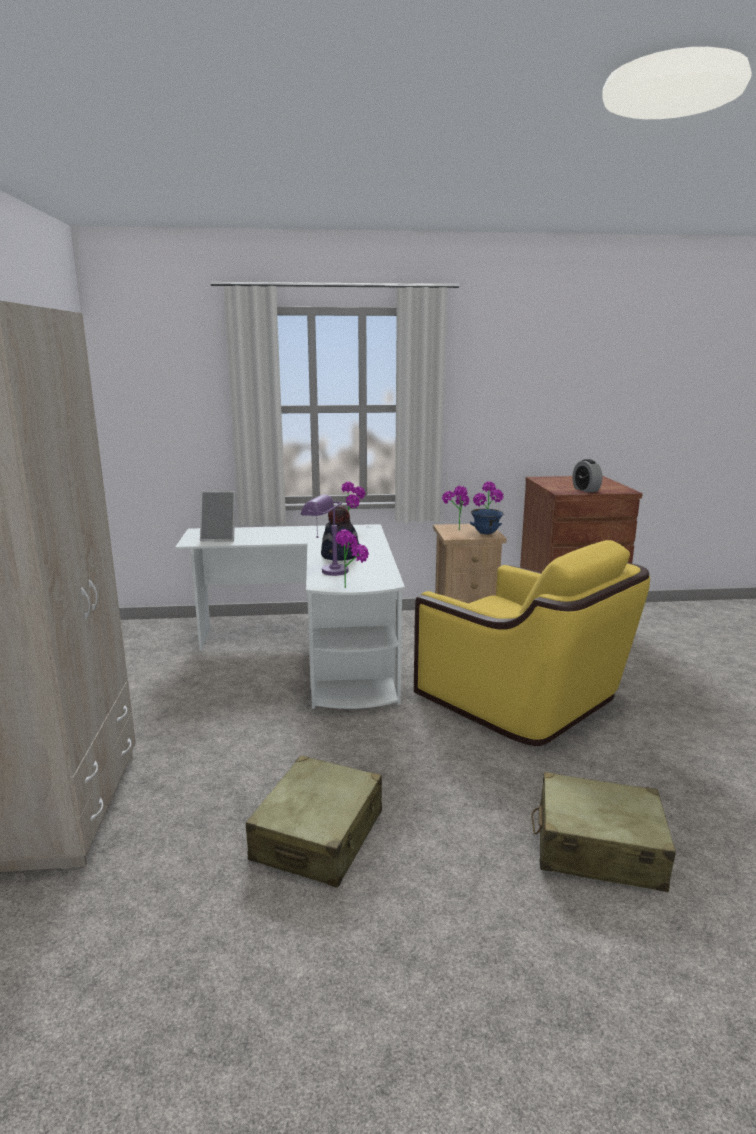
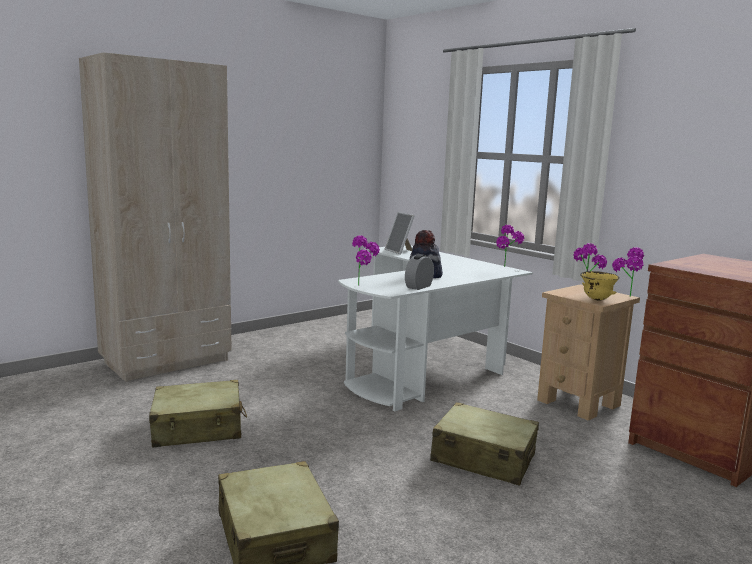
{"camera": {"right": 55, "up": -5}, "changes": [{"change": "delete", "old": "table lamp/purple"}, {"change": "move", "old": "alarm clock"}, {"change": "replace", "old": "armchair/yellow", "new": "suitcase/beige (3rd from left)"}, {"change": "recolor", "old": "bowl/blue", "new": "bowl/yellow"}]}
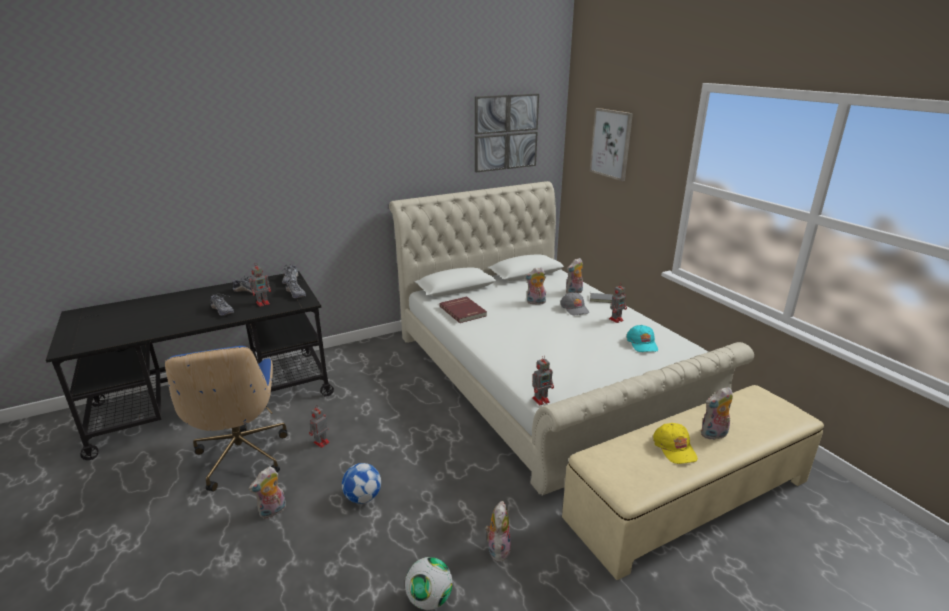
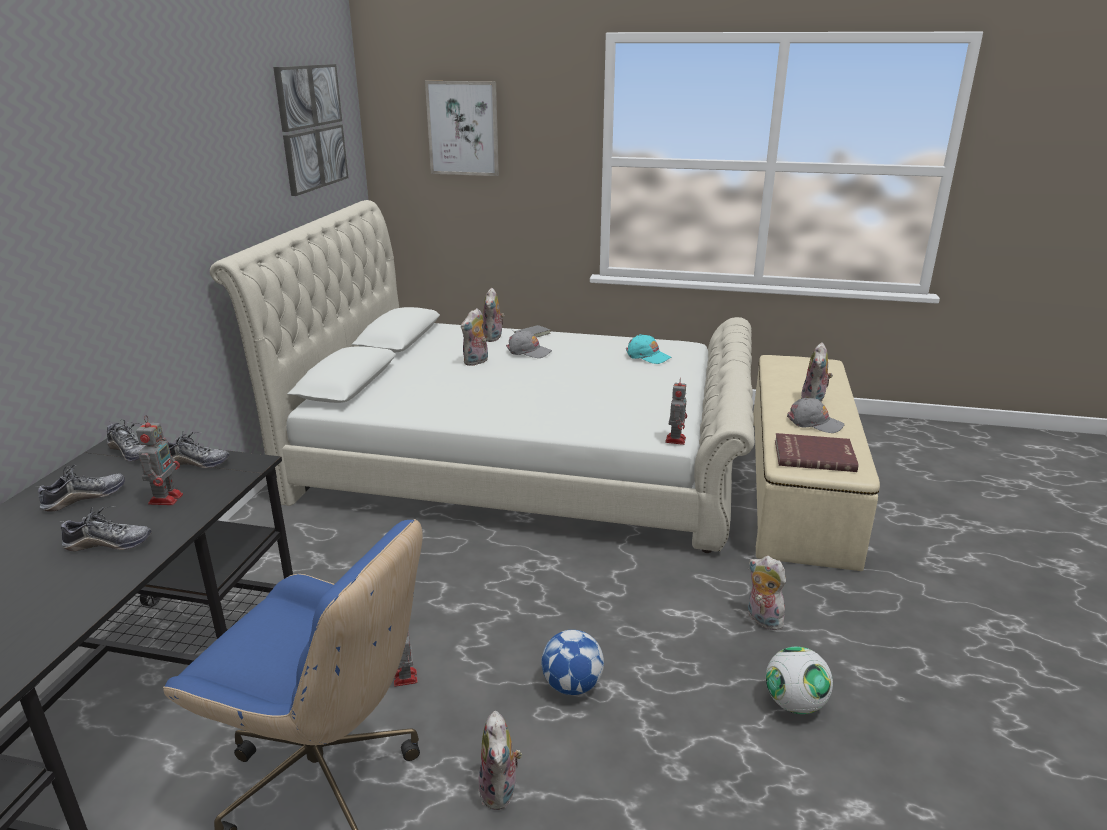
{"camera": {"right": -50, "up": 0}, "changes": [{"change": "delete", "old": "toy robot (4th from left)"}, {"change": "move", "old": "book/red"}, {"change": "recolor", "old": "cap/yellow", "new": "cap/grey (2nd from left)"}]}
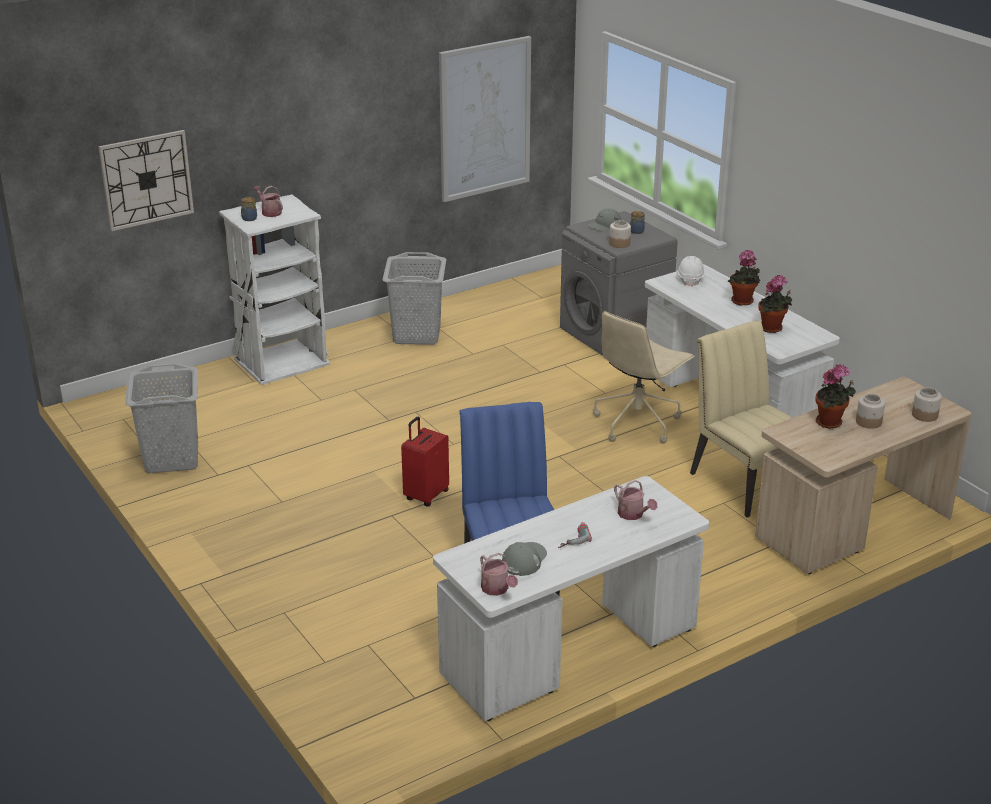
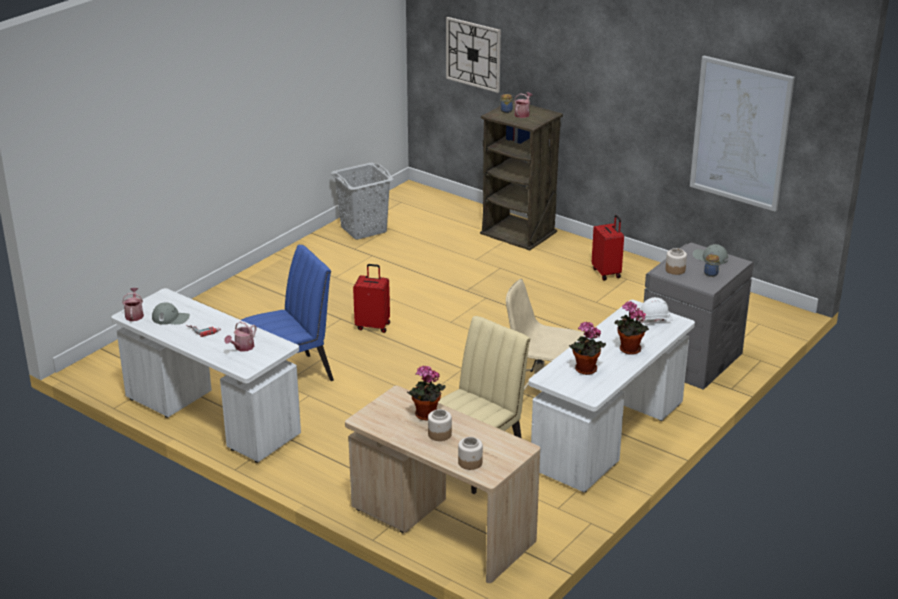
{"camera": {"right": 70, "up": 0}, "changes": [{"change": "replace", "old": "laundry basket/grey (2nd from left)", "new": "suitcase/red (2nd from left)"}, {"change": "recolor", "old": "bookcase/white", "new": "bookcase/brown"}, {"change": "rotate", "old": "watering can (2nd from left in the first image)", "degrees": 135}]}
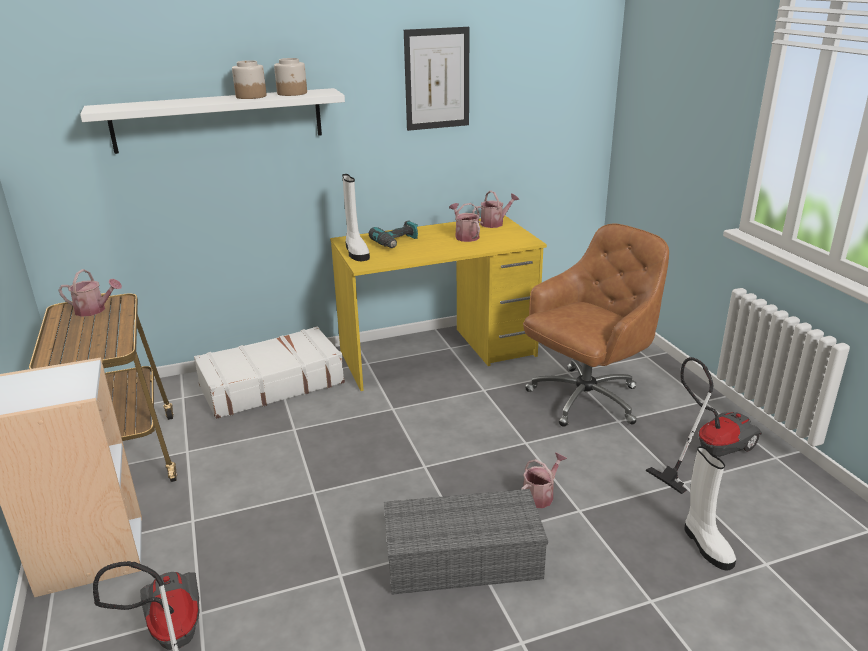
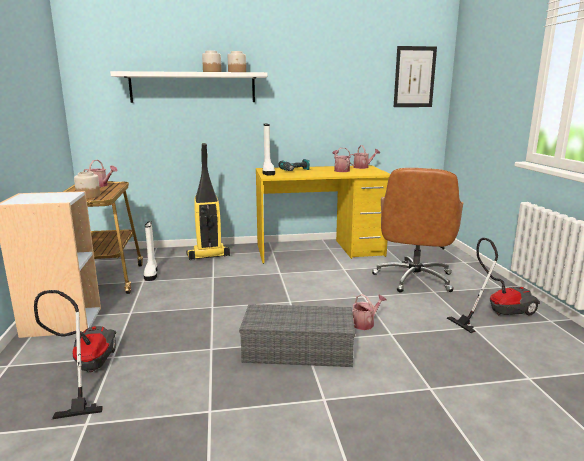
{"camera": {"right": 10, "up": -10}, "changes": [{"change": "insert", "new": "jar (1st from left)"}, {"change": "move", "old": "picture"}, {"change": "move", "old": "boot/white (2nd from left in the first image)", "new": "boot/white (1st from left)"}, {"change": "replace", "old": "suitcase/white", "new": "vacuum cleaner (2nd from left)"}, {"change": "rotate", "old": "office chair/brown", "degrees": 135}]}
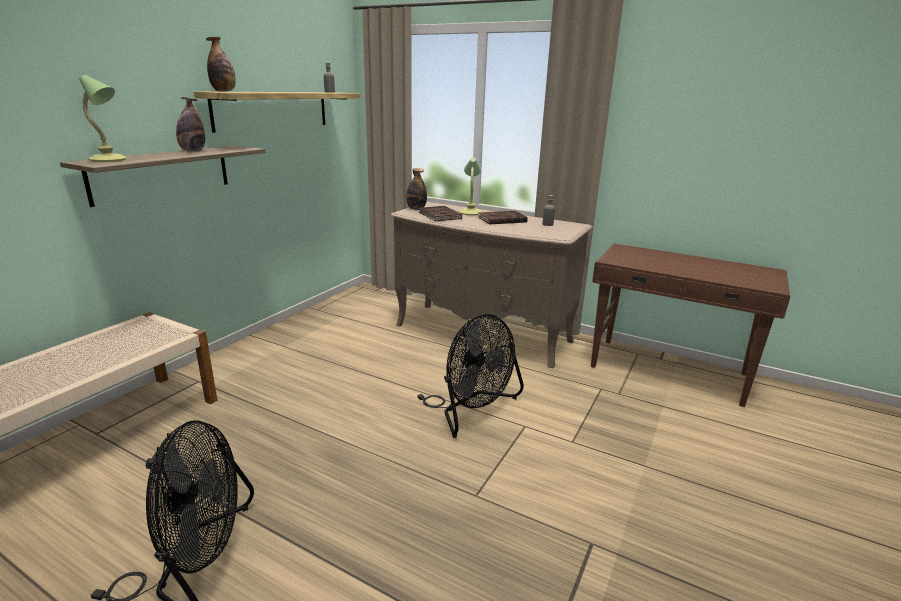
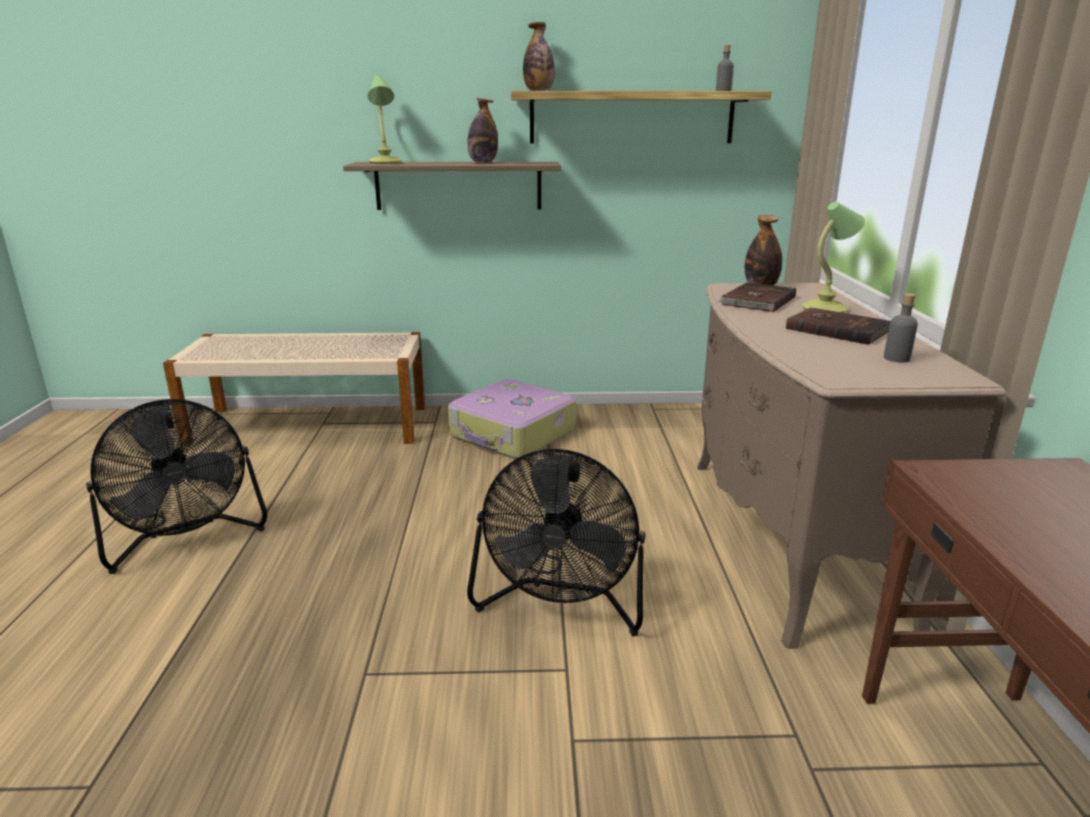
{"camera": {"right": 60, "up": 0}, "changes": [{"change": "insert", "new": "suitcase"}]}
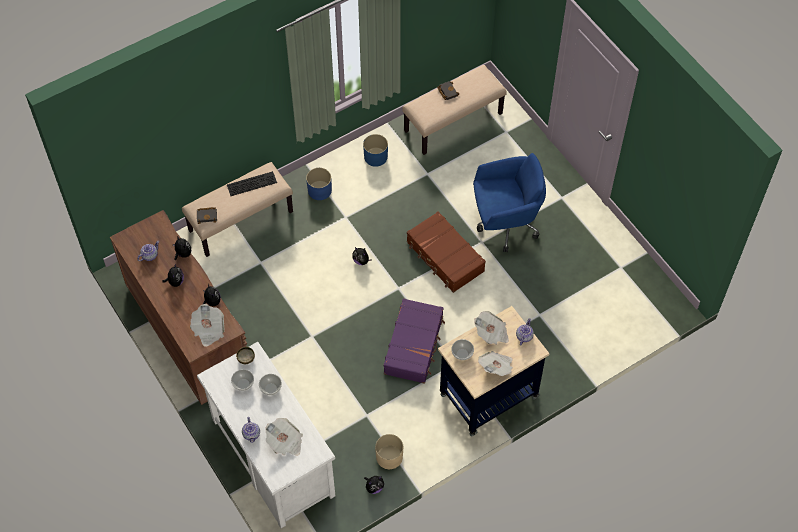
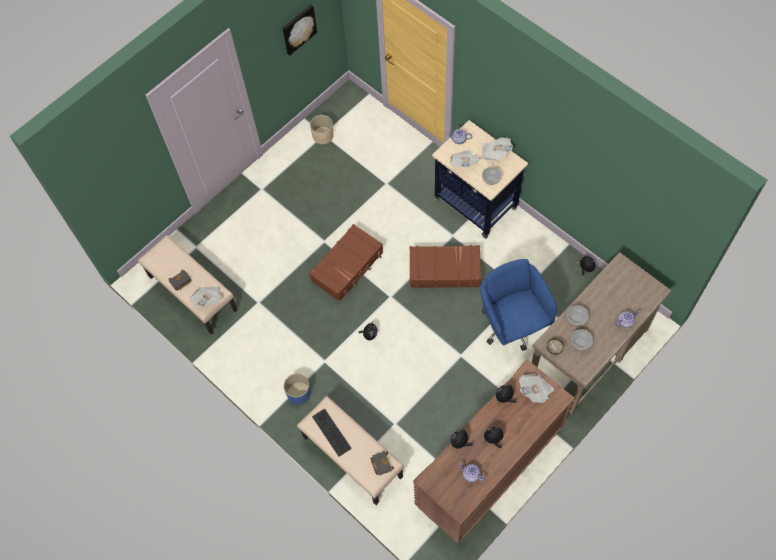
{"camera": {"right": -100, "up": 5}, "changes": [{"change": "delete", "old": "planter/blue (2nd from left)"}, {"change": "insert", "new": "picture"}, {"change": "move", "old": "newspaper (2nd from left in the first image)", "new": "newspaper (1st from left)"}, {"change": "move", "old": "planter/beige"}, {"change": "move", "old": "office chair/blue"}, {"change": "recolor", "old": "desk/white", "new": "desk/brown"}, {"change": "recolor", "old": "suitcase/purple", "new": "suitcase/brown (2nd from left)"}]}
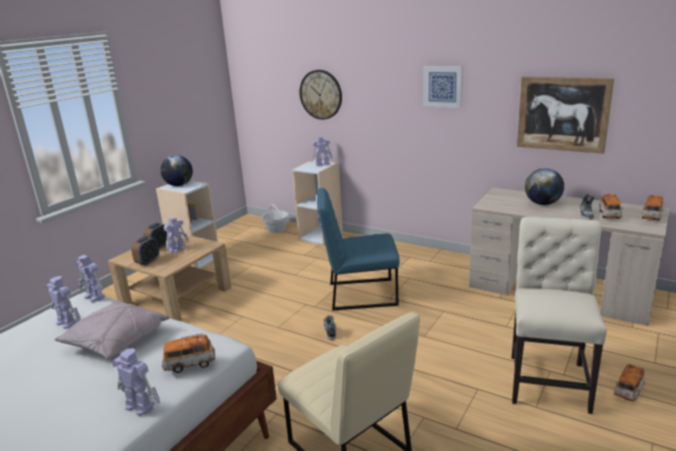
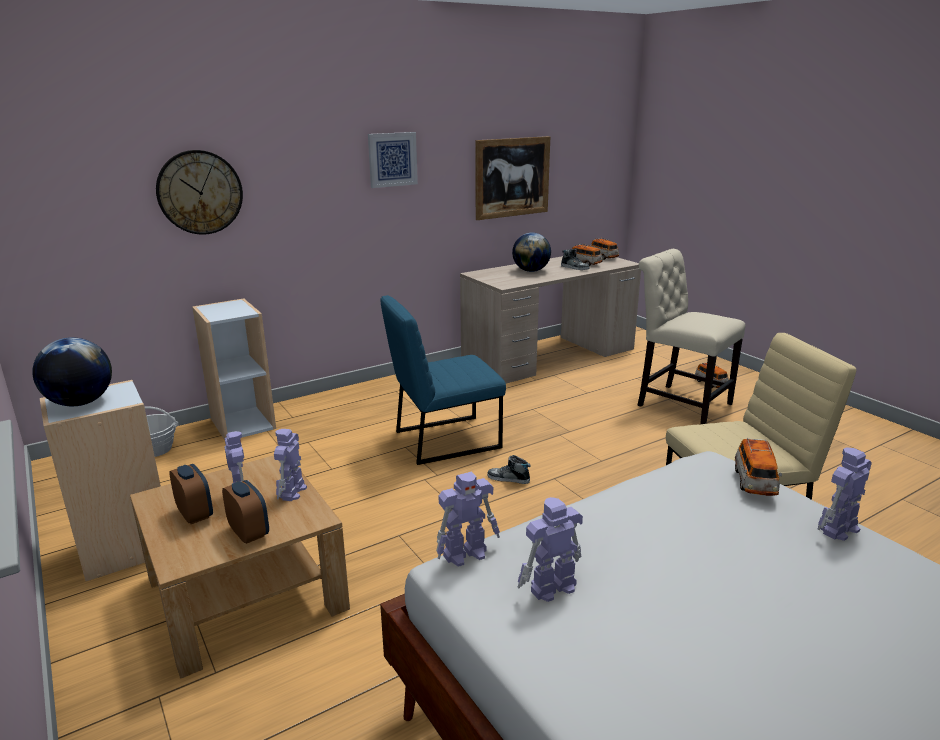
{"camera": {"right": -65, "up": 0}, "changes": [{"change": "delete", "old": "pillow/purple"}, {"change": "move", "old": "toy robot (5th from left in the first image)", "new": "toy robot (2nd from left)"}, {"change": "rotate", "old": "chair/blue", "degrees": 45}]}
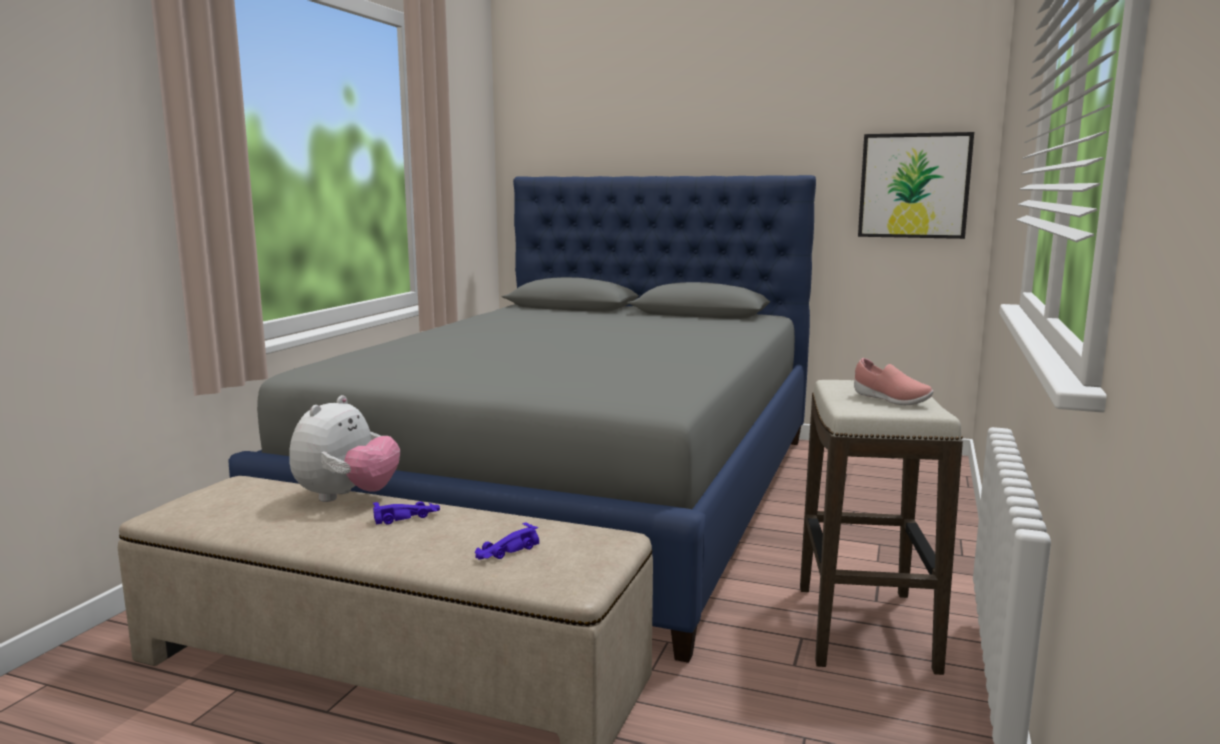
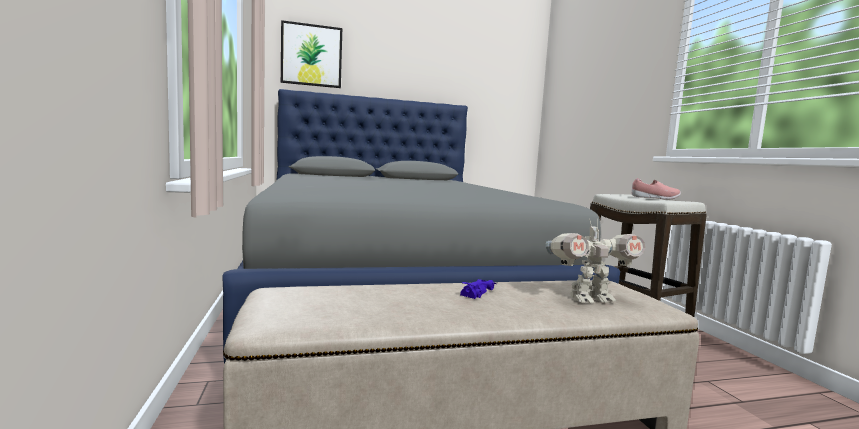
{"camera": {"right": -35, "up": -5}, "changes": [{"change": "delete", "old": "plush toy"}, {"change": "move", "old": "picture"}, {"change": "replace", "old": "toy car/purple (2nd from left)", "new": "toy robot"}]}
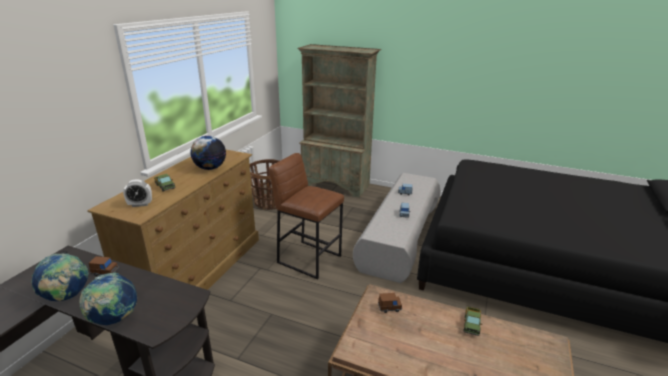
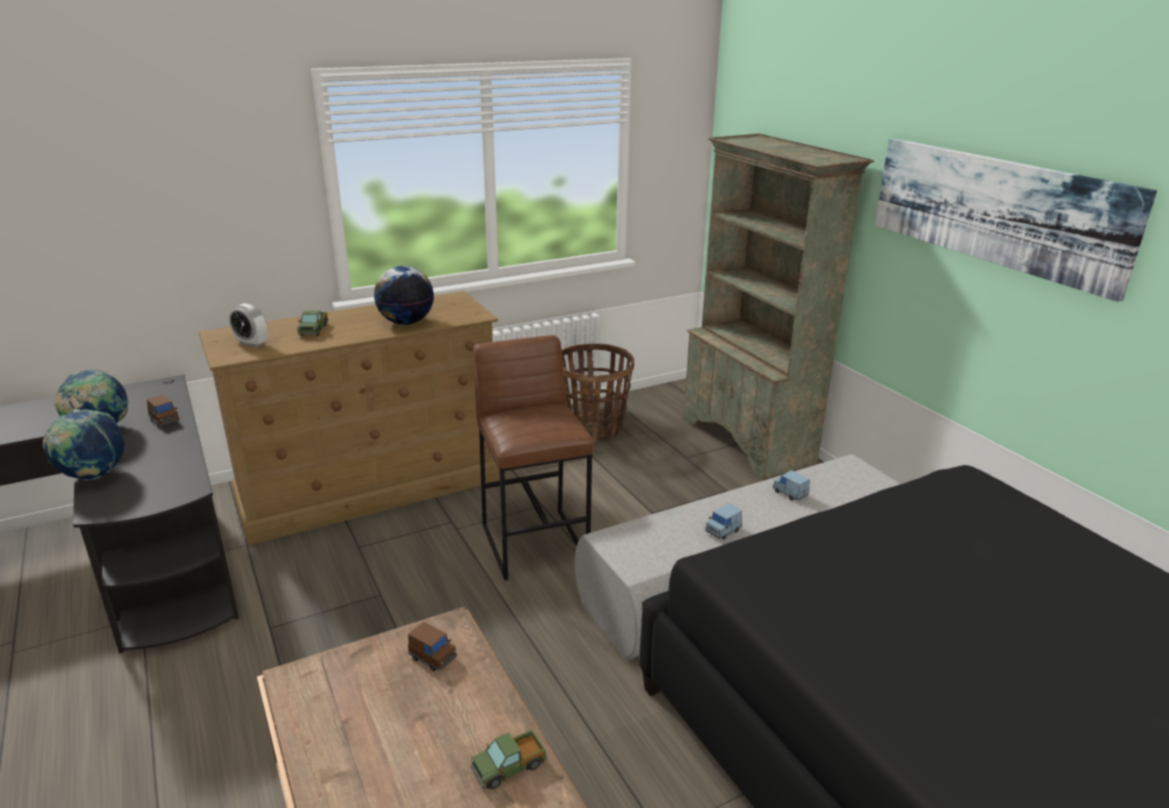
{"camera": {"right": 40, "up": 0}, "changes": [{"change": "insert", "new": "picture"}]}
